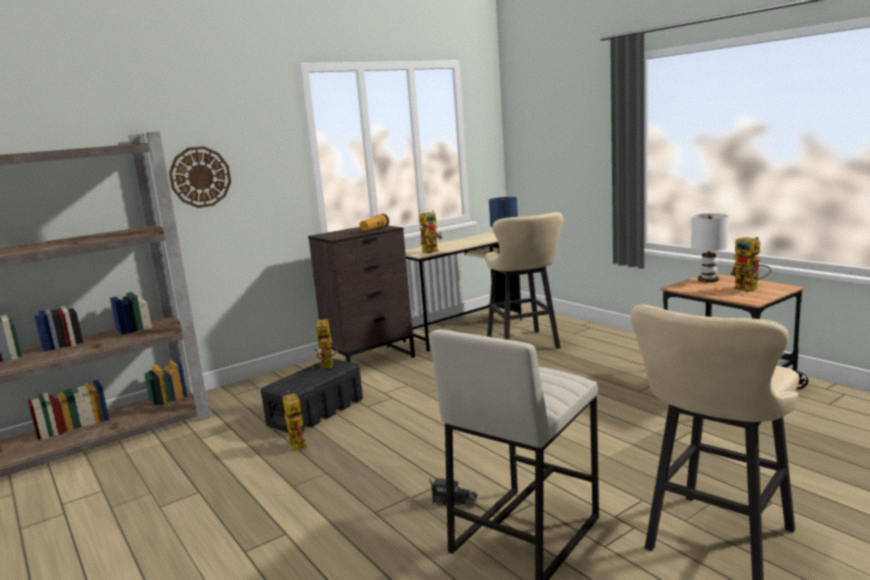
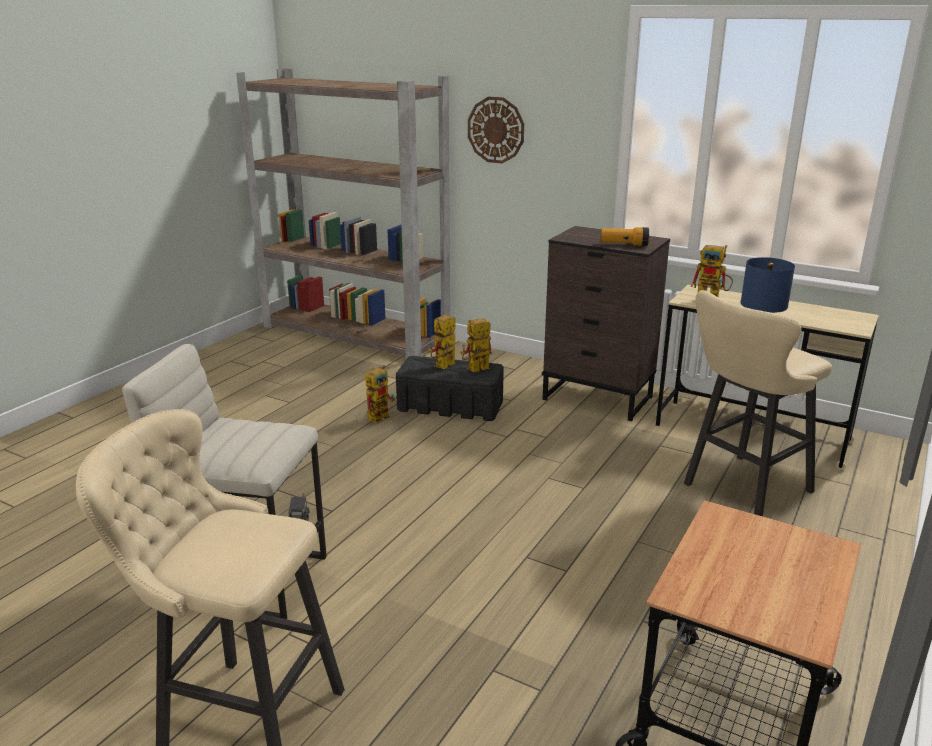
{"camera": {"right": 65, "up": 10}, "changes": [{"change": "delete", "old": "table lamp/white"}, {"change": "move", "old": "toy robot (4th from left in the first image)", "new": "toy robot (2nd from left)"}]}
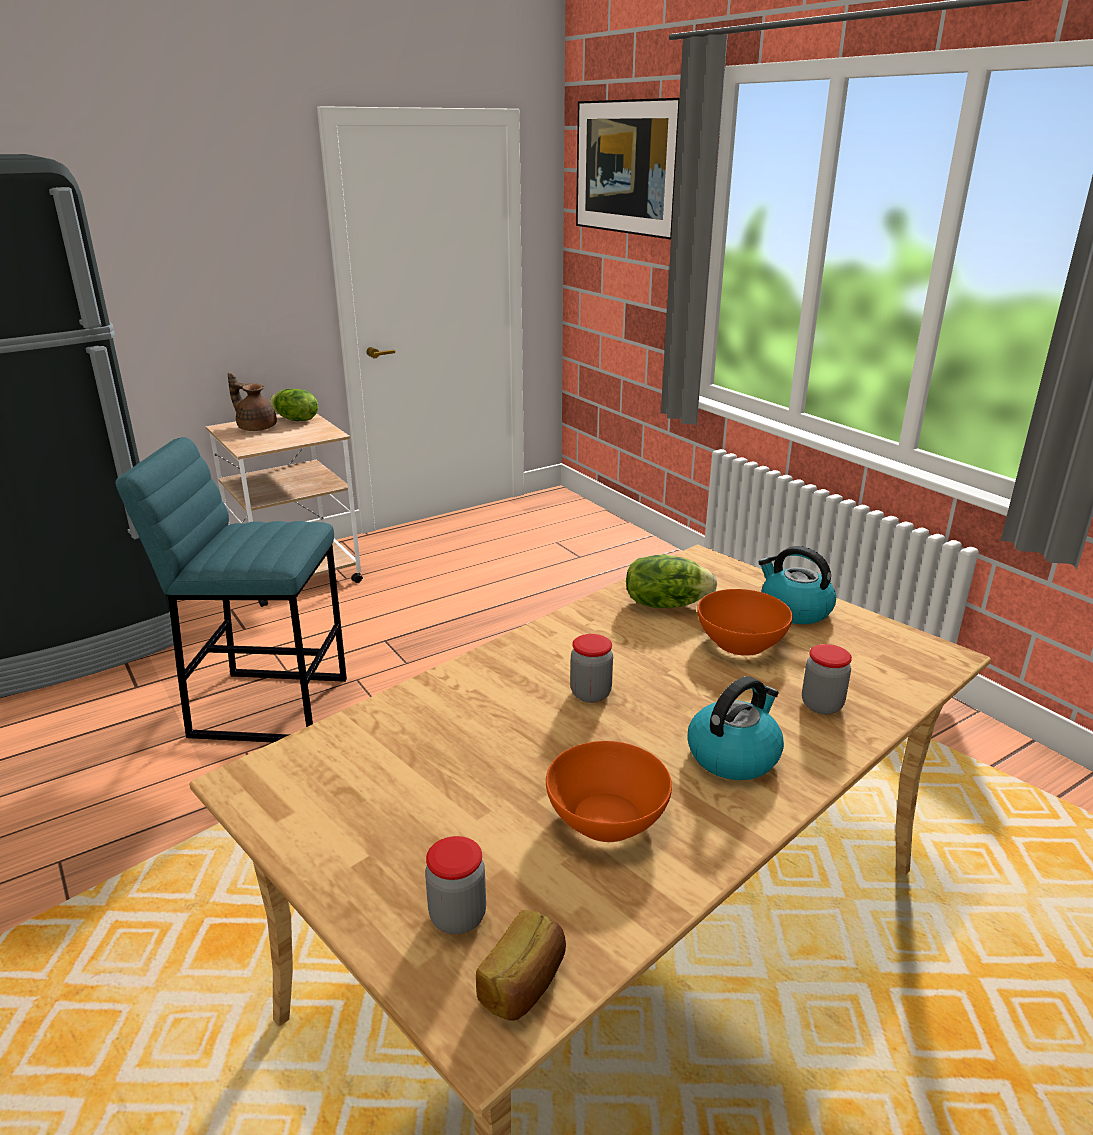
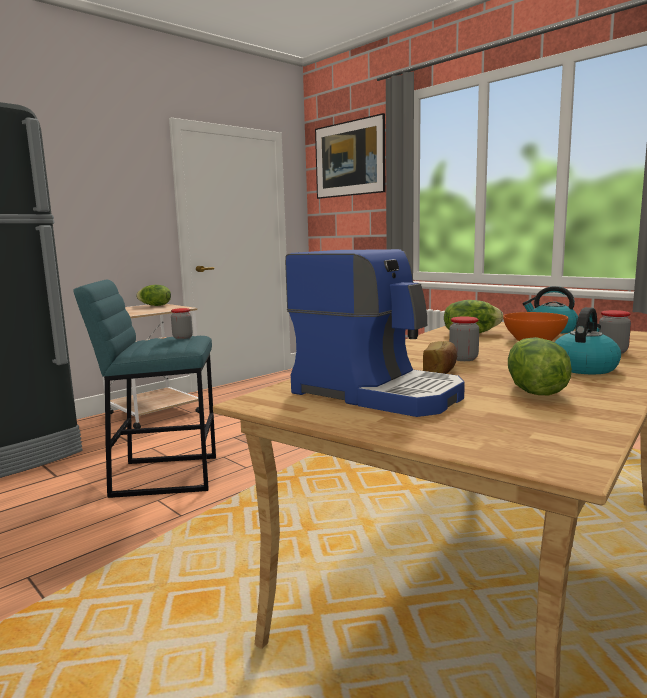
{"camera": {"right": -10, "up": -15}, "changes": [{"change": "delete", "old": "teapot/brown"}, {"change": "insert", "new": "coffee machine"}, {"change": "move", "old": "jar (1st from left)"}, {"change": "move", "old": "bread"}, {"change": "replace", "old": "bowl/orange (1st from left)", "new": "lettuce (3rd from left)"}]}
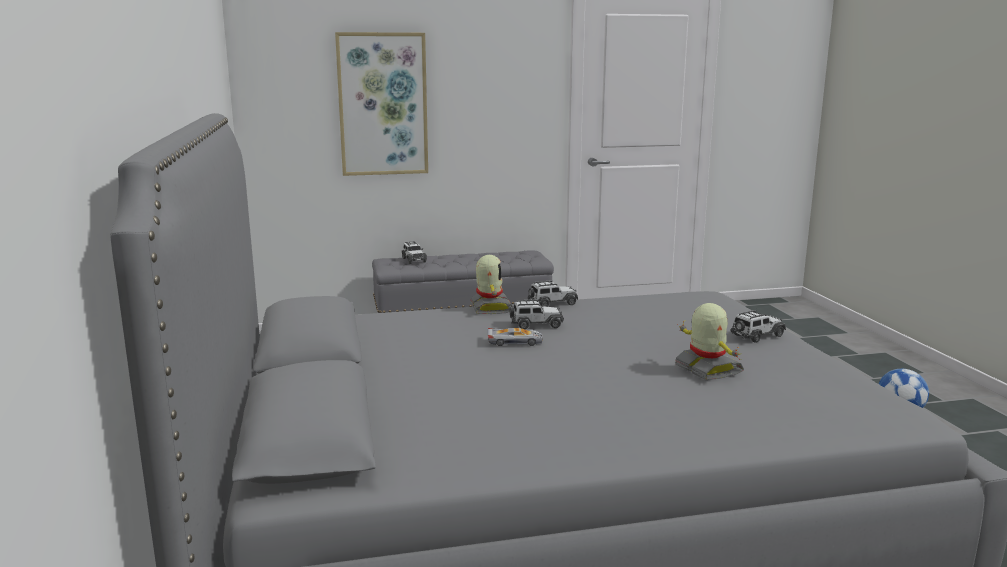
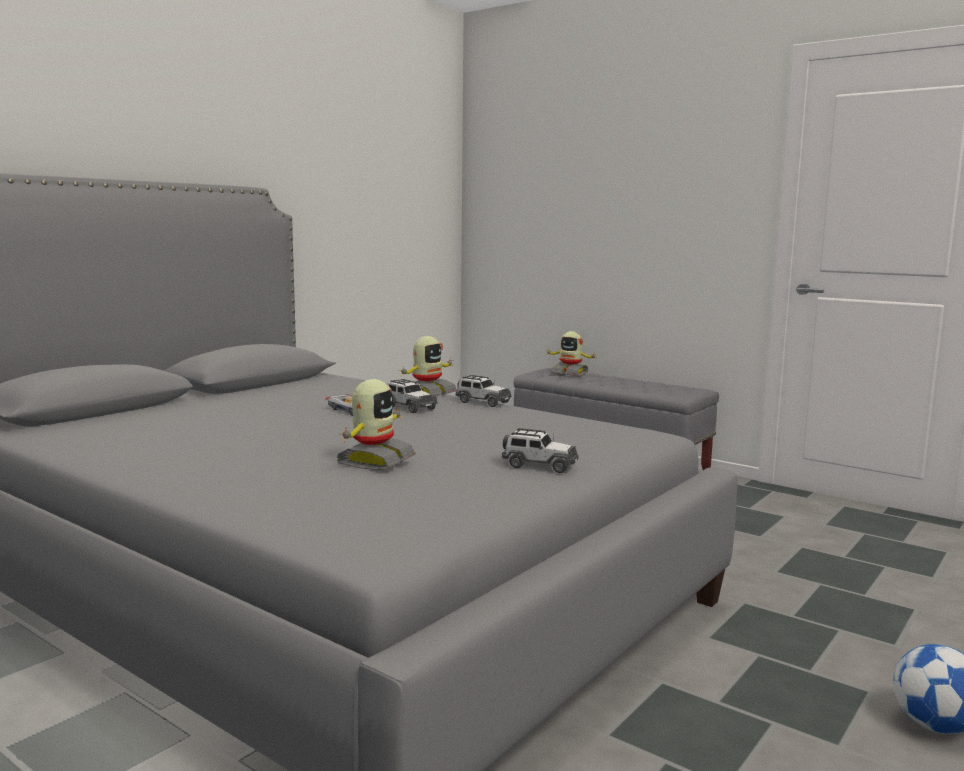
{"camera": {"right": 50, "up": -5}, "changes": [{"change": "delete", "old": "picture"}, {"change": "replace", "old": "toy car (1st from left)", "new": "toy robot (3rd from left)"}]}
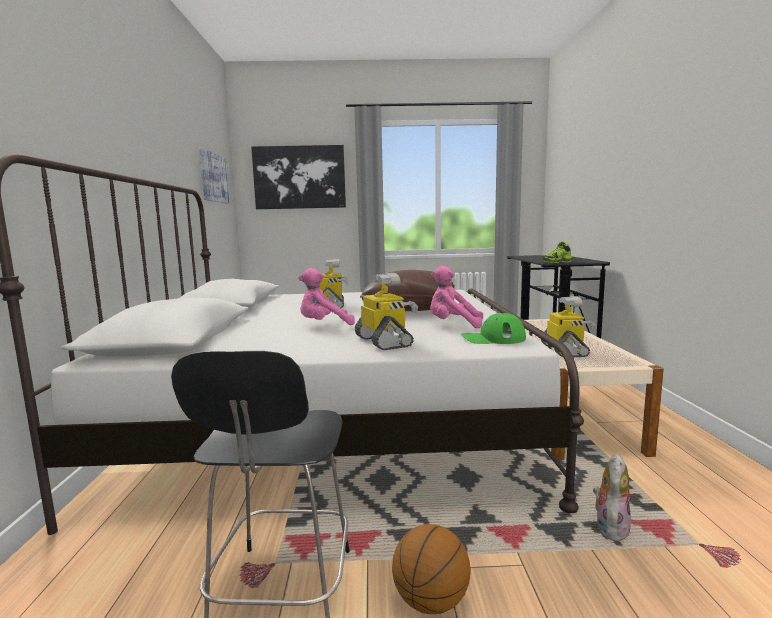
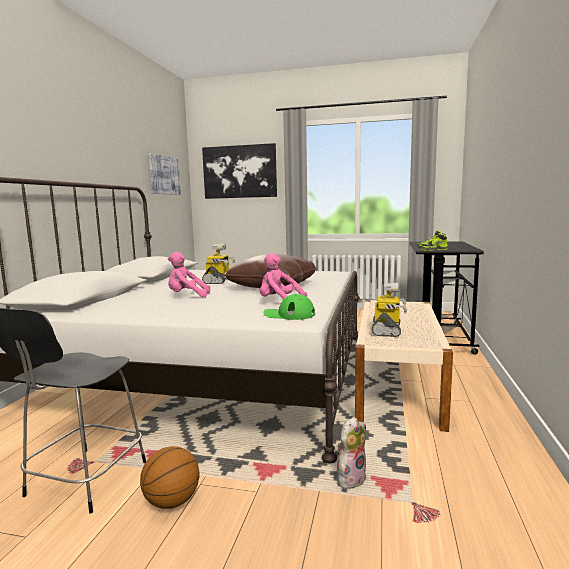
{"camera": {"right": 15, "up": 0}, "changes": [{"change": "delete", "old": "toy robot (2nd from left)"}]}
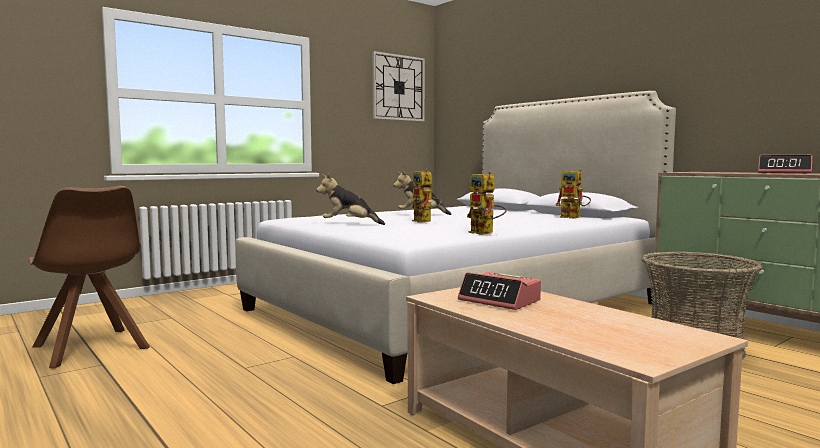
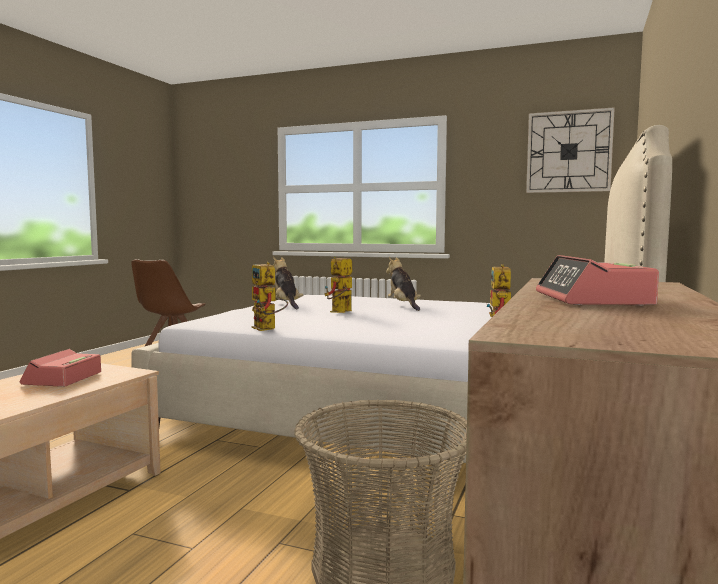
{"camera": {"right": 60, "up": 0}, "changes": [{"change": "rotate", "old": "toy robot (2nd from left in the first image)", "degrees": -60}]}
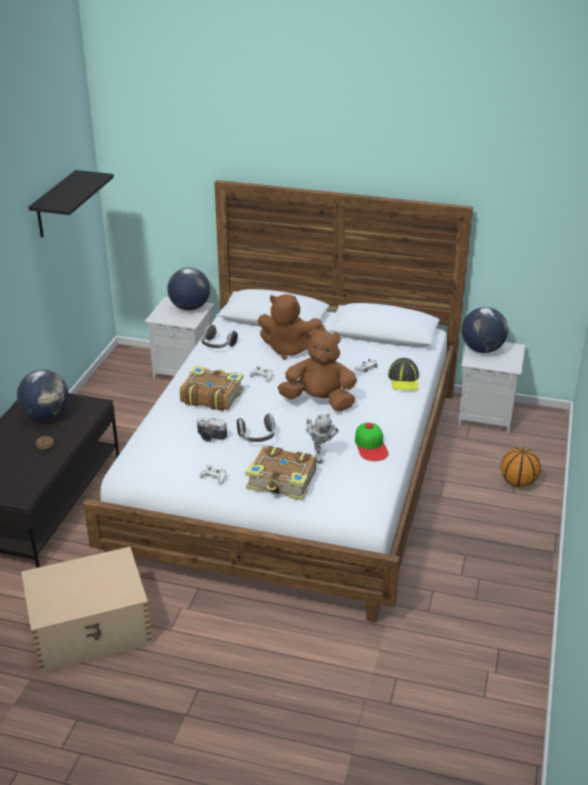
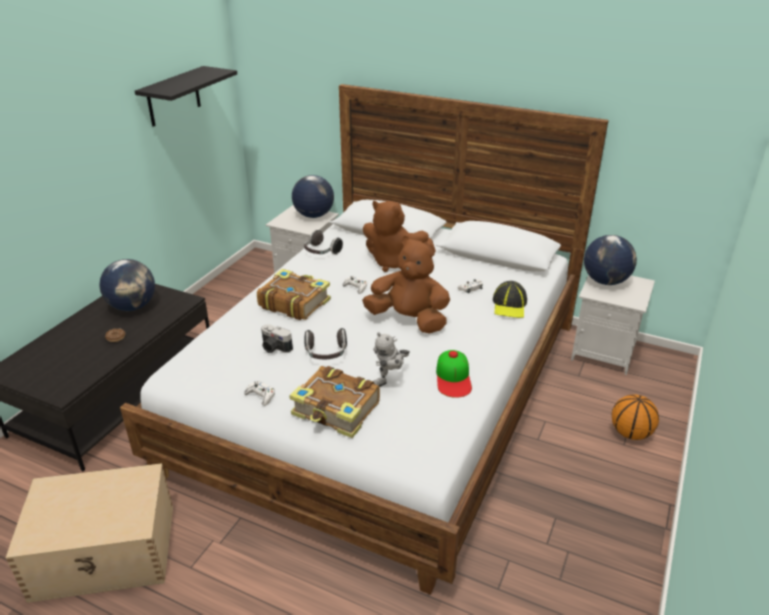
{"camera": {"right": 10, "up": 0}, "changes": [{"change": "rotate", "old": "toy robot", "degrees": 45}]}
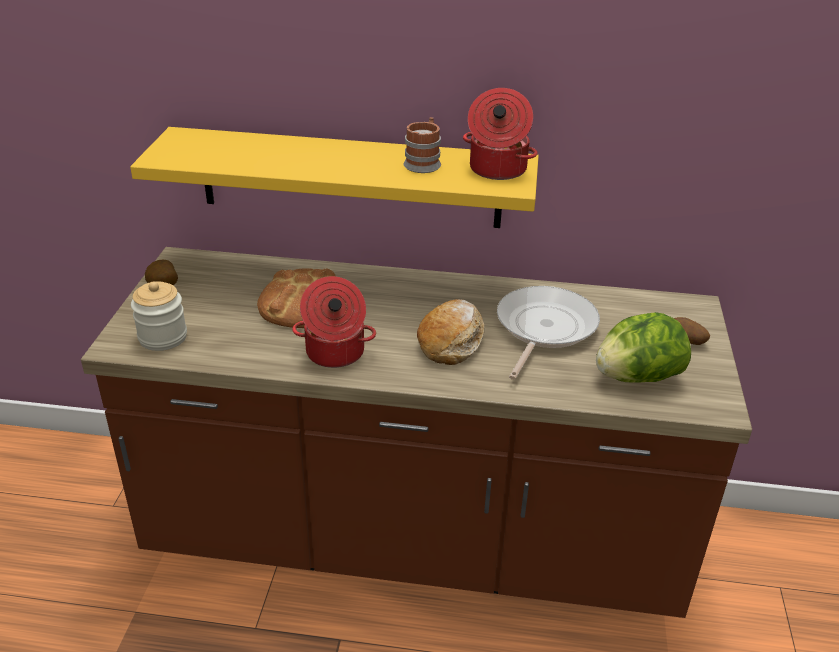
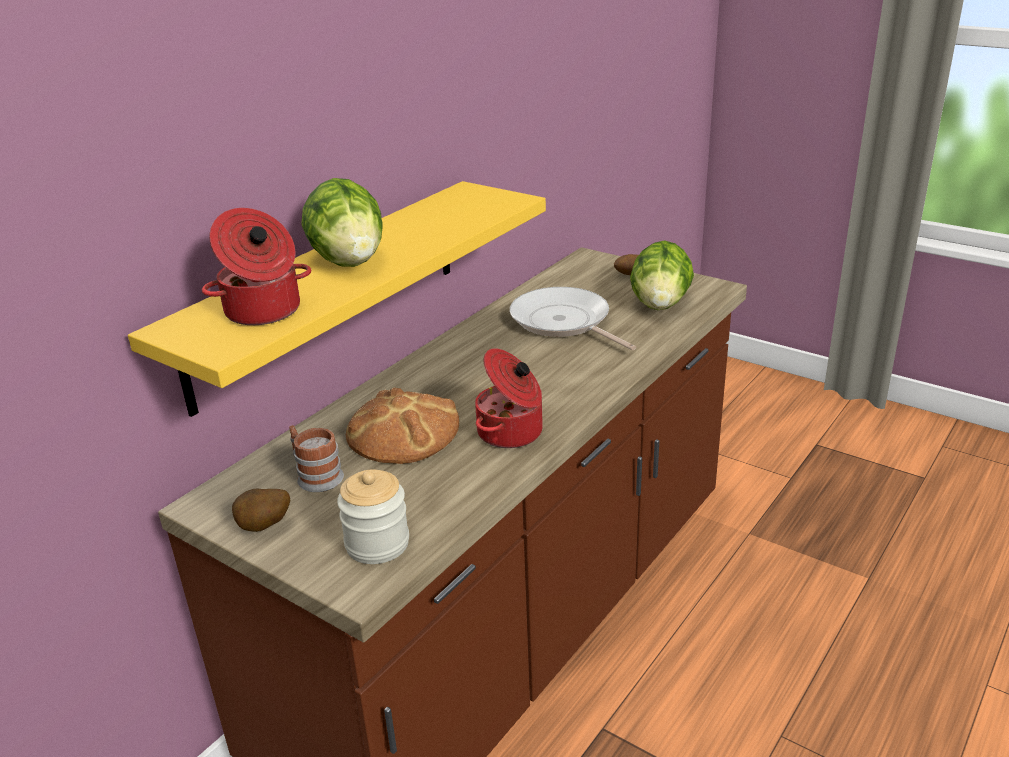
{"camera": {"right": -60, "up": -5}, "changes": [{"change": "delete", "old": "bread (2nd from left)"}, {"change": "insert", "new": "lettuce (1st from left)"}, {"change": "move", "old": "mug"}, {"change": "move", "old": "cooking pot (2nd from left in the first image)", "new": "cooking pot (1st from left)"}]}
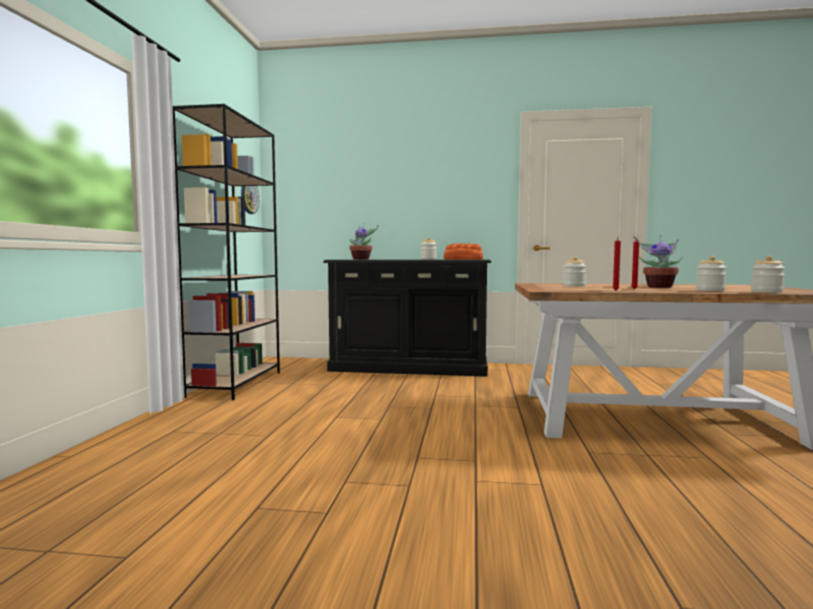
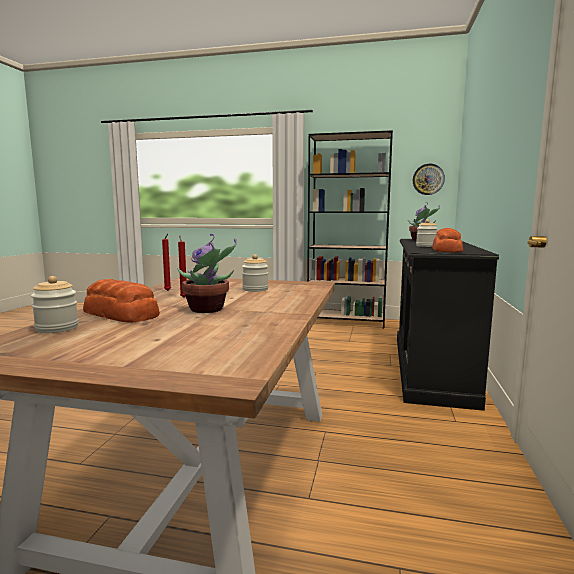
{"camera": {"right": 95, "up": 5}, "changes": [{"change": "replace", "old": "jar (3rd from left)", "new": "bread (1st from left)"}]}
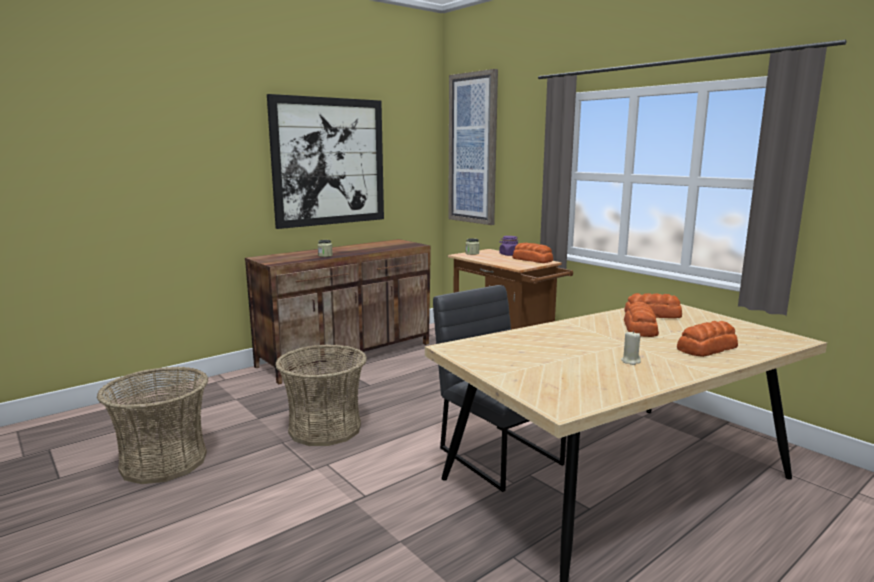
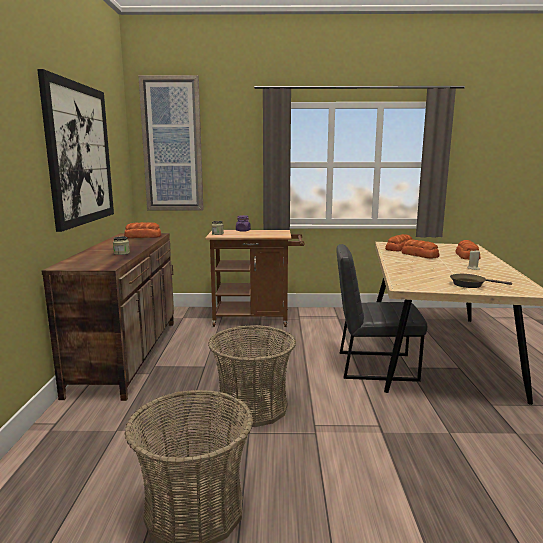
{"camera": {"right": -50, "up": 0}, "changes": [{"change": "insert", "new": "frying pan/brown"}, {"change": "move", "old": "bread (1st from left)"}]}
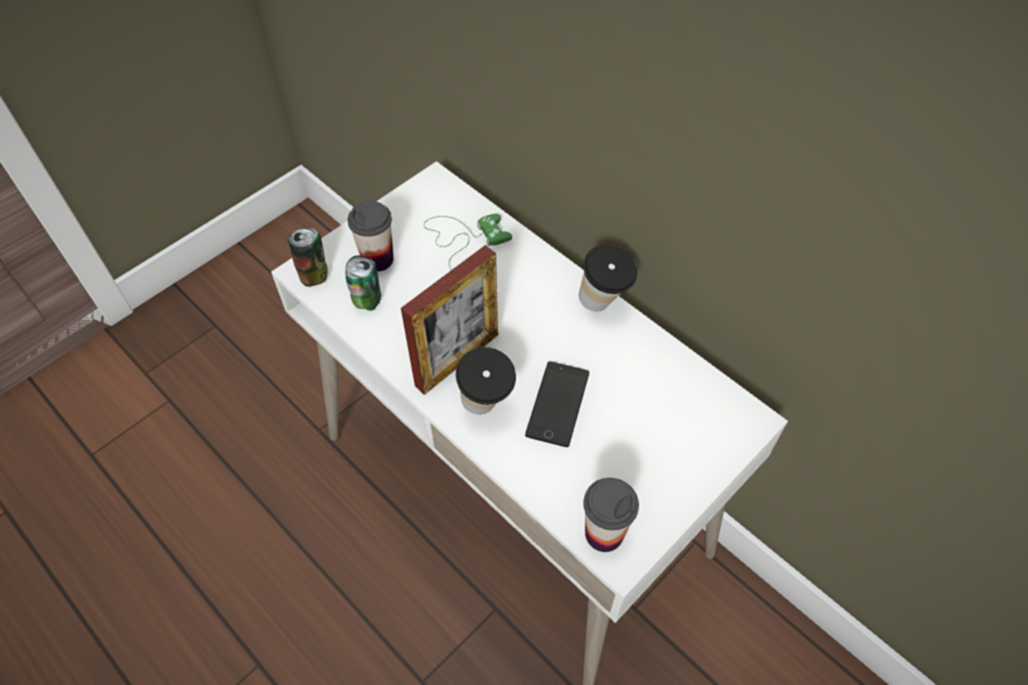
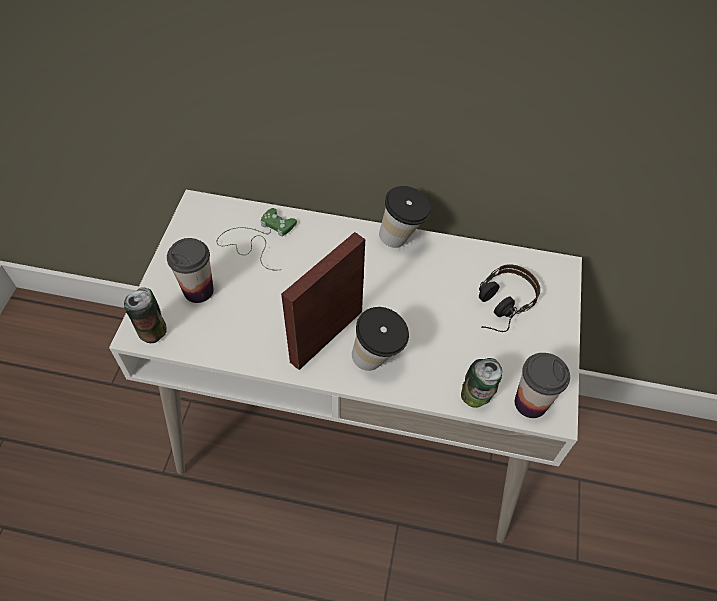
{"camera": {"right": -35, "up": 0}, "changes": [{"change": "delete", "old": "phone"}, {"change": "insert", "new": "headphones"}, {"change": "move", "old": "can (2nd from left)"}, {"change": "rotate", "old": "picture frame", "degrees": -150}]}
